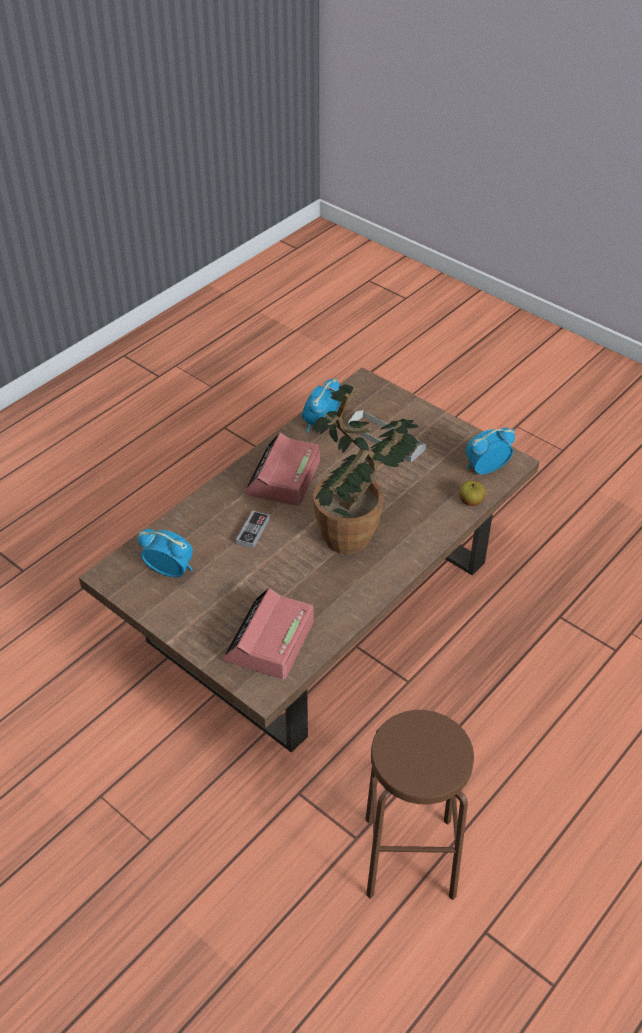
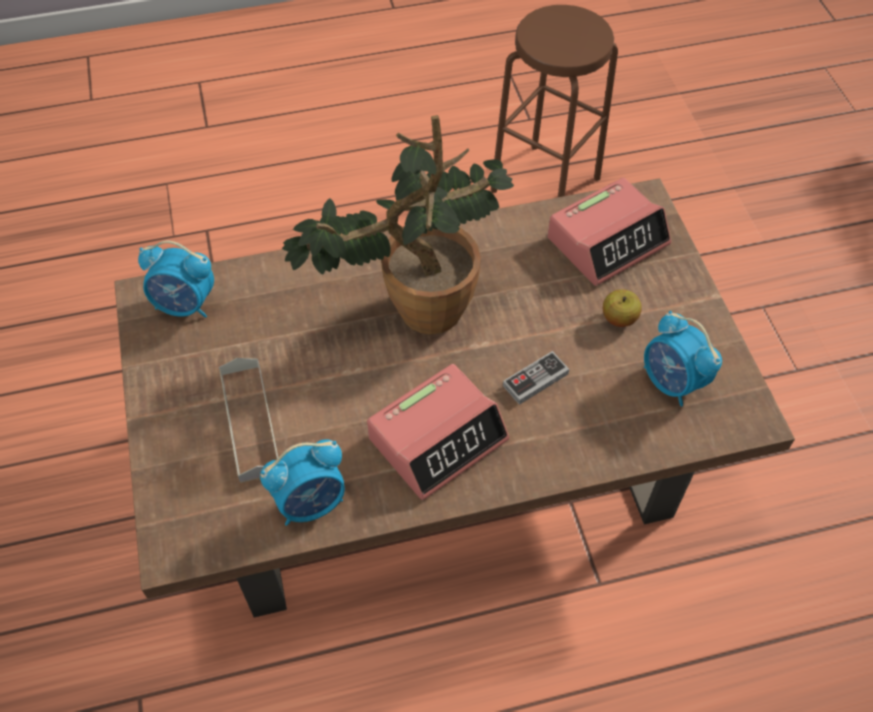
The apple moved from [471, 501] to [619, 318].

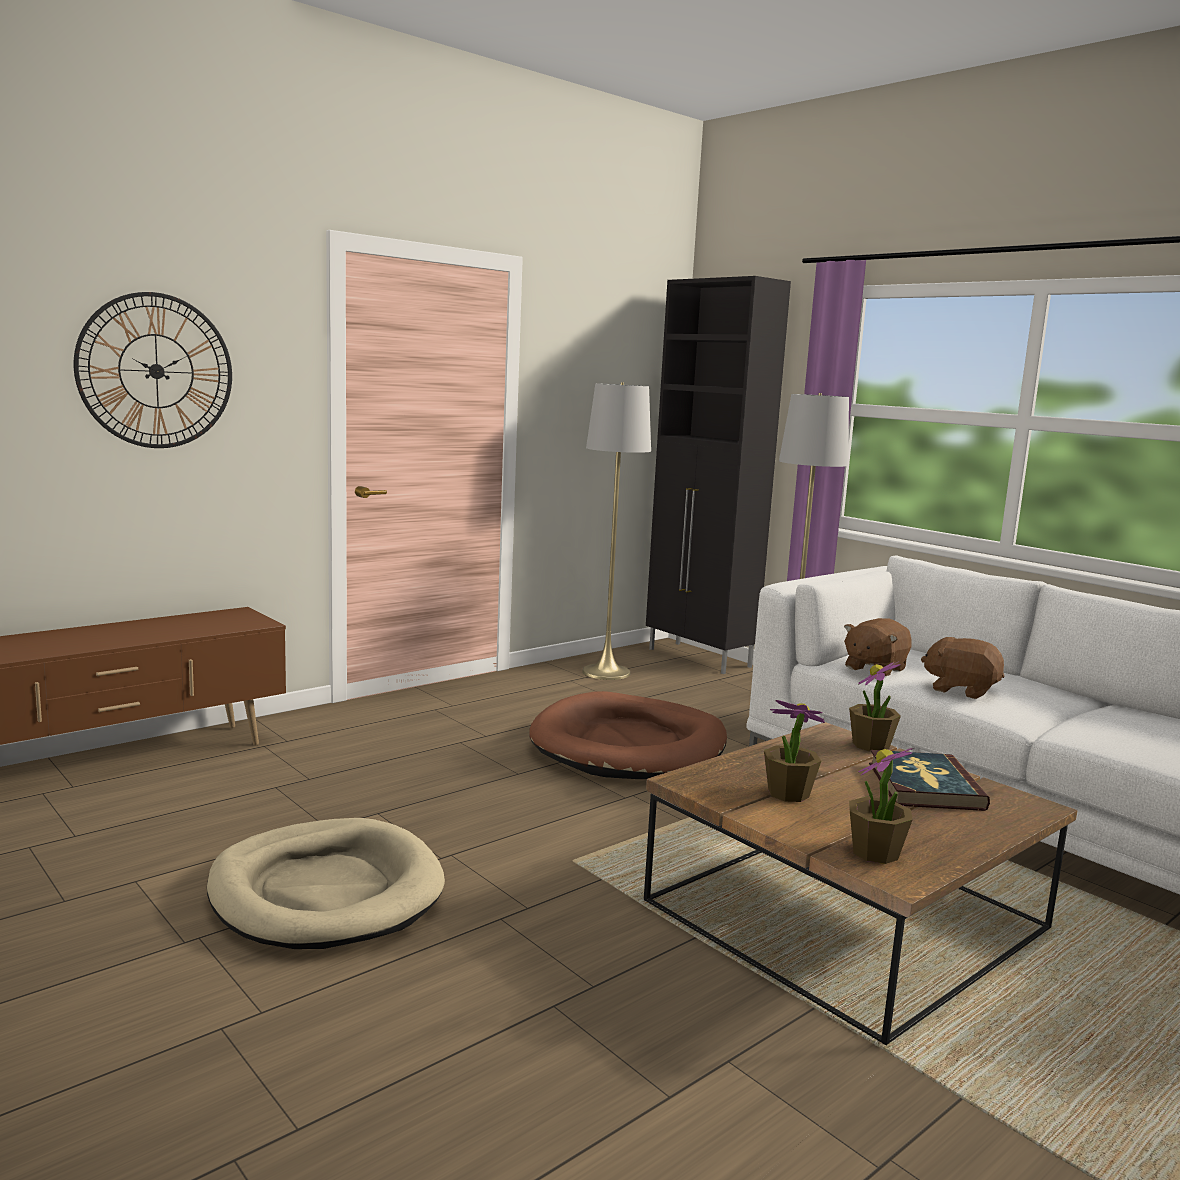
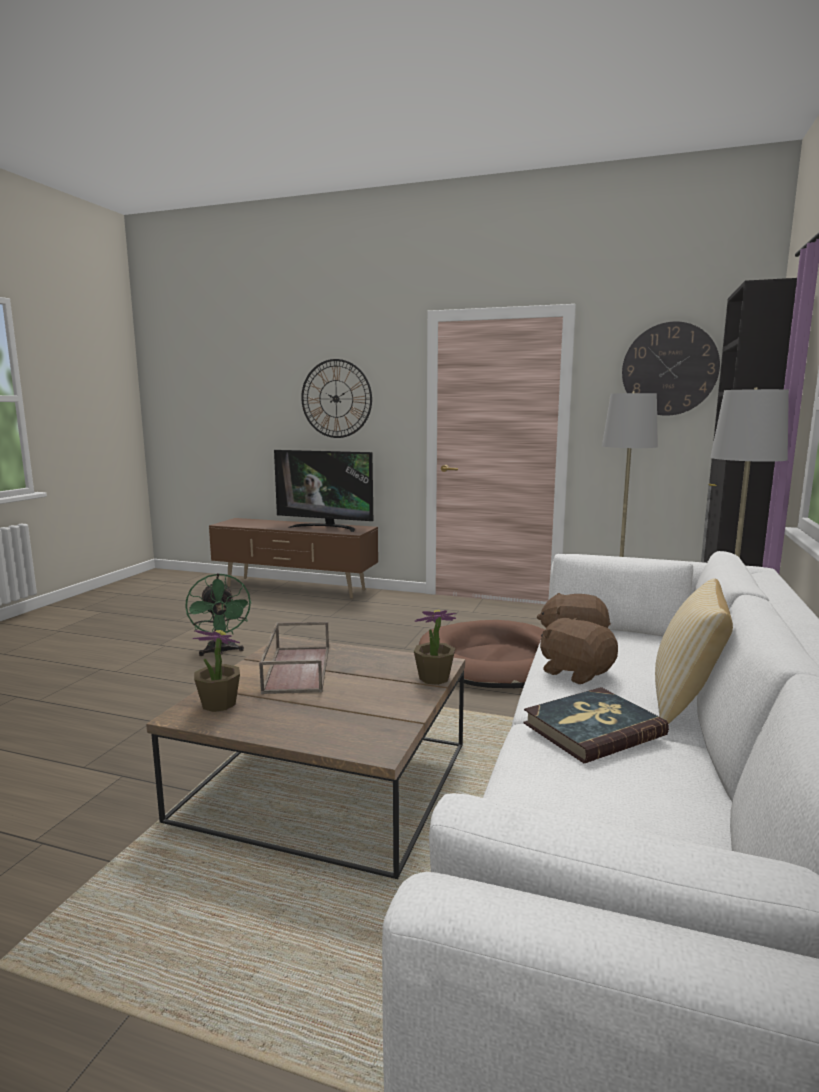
The TV set at [326, 527] appeared.
The hanging clock at [669, 369] appeared.
The pillow at [686, 703] appeared.
The volume moved from [924, 786] to [593, 729].
The sand-coloured dog bed at [326, 892] was replaced by the greenish fan at [221, 651].
The houseplant at [788, 793] was replaced by the brown serving tray at [296, 669].
The brown cuddly toy at [961, 690] turned 45 degrees counterclockwise.

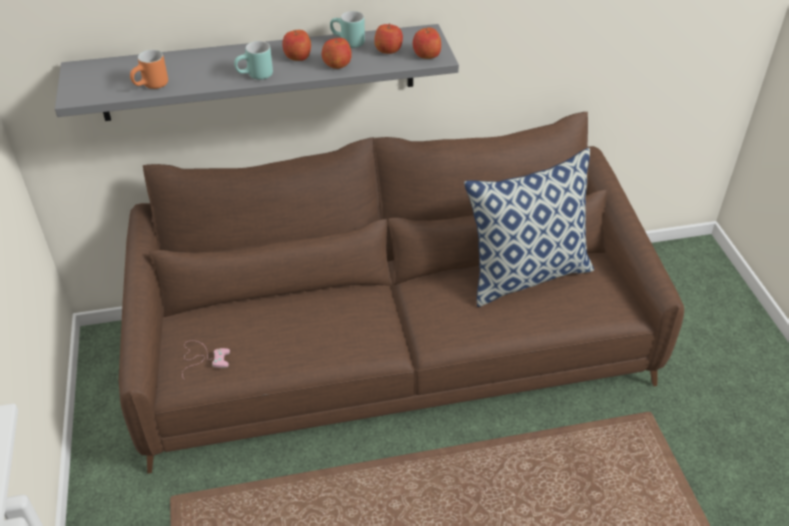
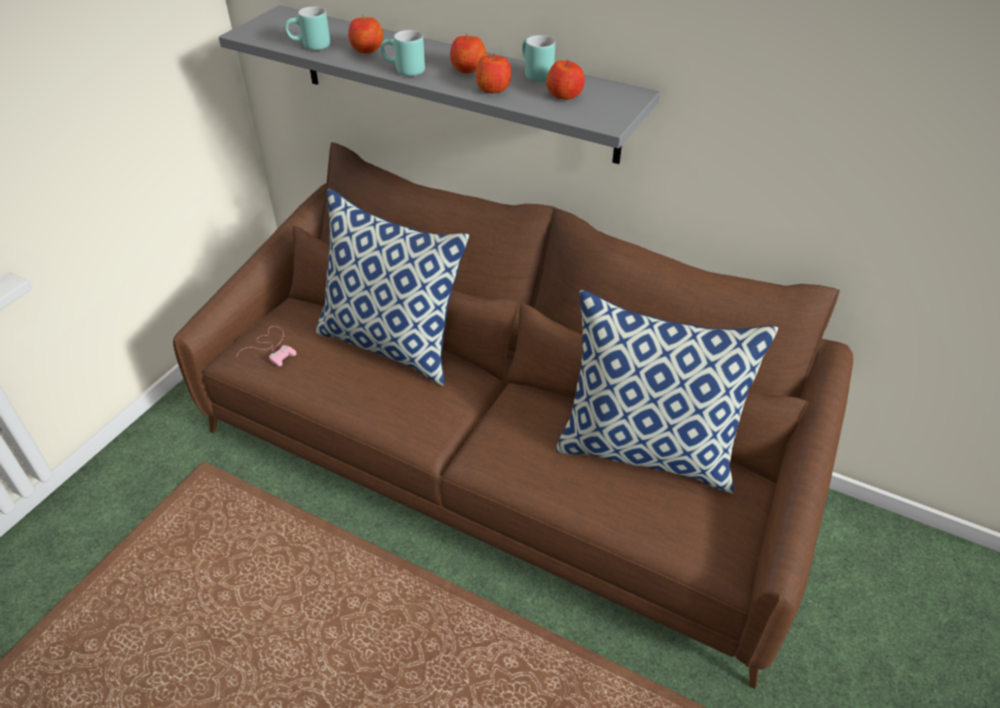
The pillow at [393, 344] appeared.
The apple moved from [426, 55] to [367, 50].
The orangey tea mug at [152, 86] became the turquoise-coloured tea mug at [310, 47].

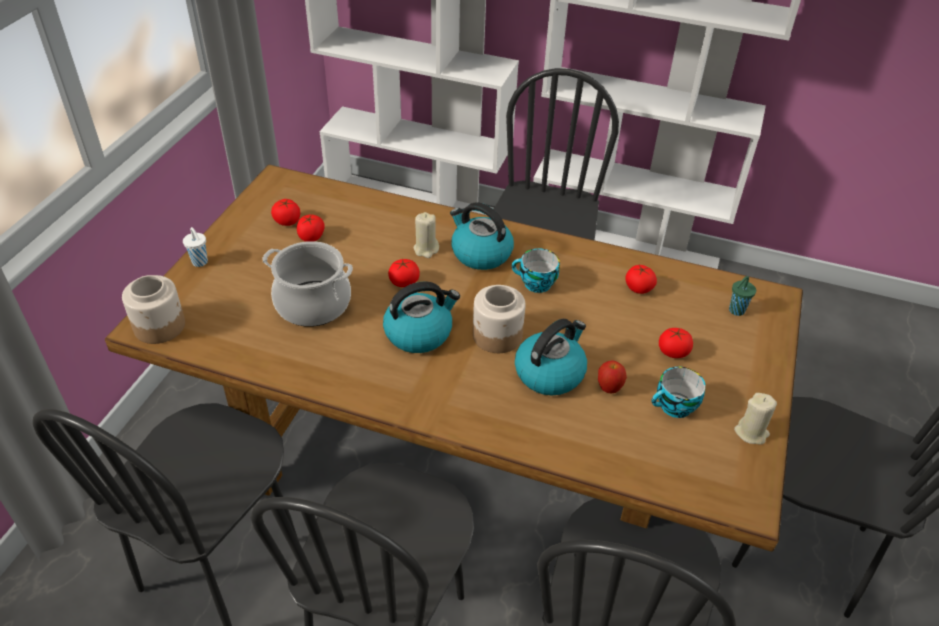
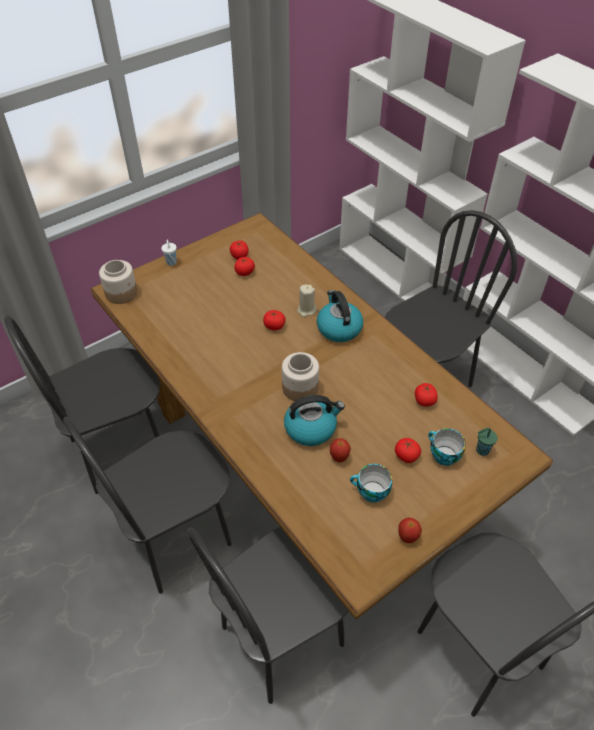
The stockpot at [313, 304] disappeared.
The water kettle at [419, 333] disappeared.
The small cup moved from [535, 284] to [442, 455].
The sand-coloured wax candle at [751, 432] was replaced by the apple at [407, 537].

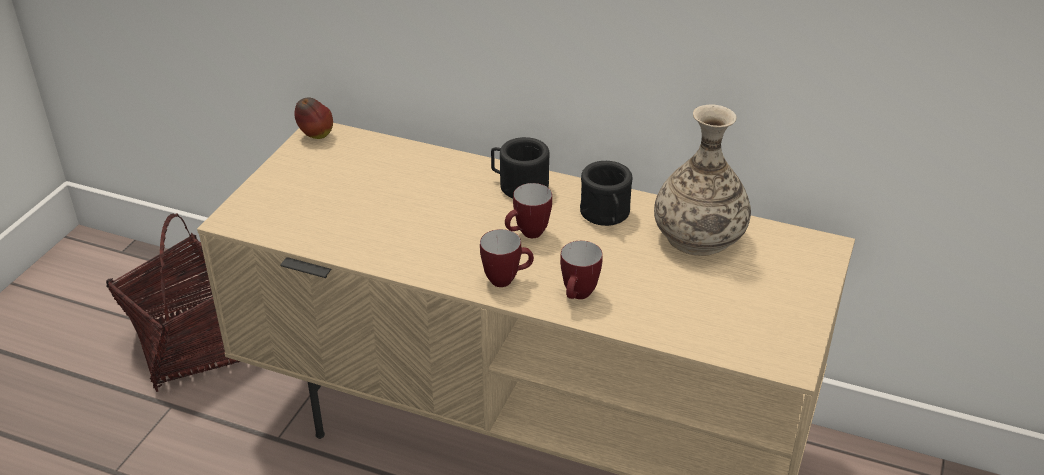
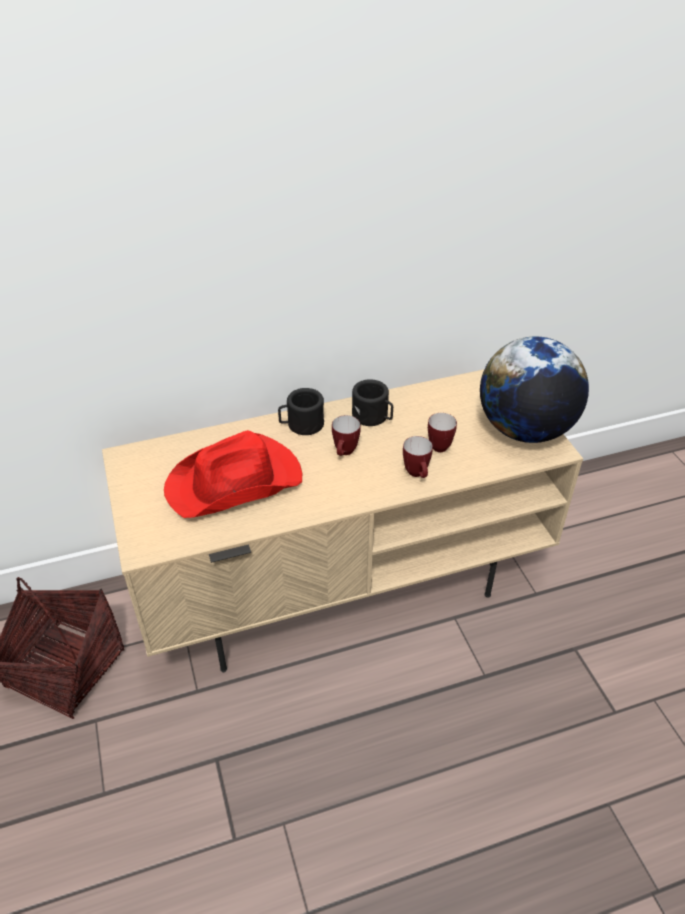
The apple at [315, 136] disappeared.
The flower vase at [699, 236] disappeared.
The red-coloured wearable hat at [236, 482] appeared.
The desk globe at [524, 430] appeared.
The tea mug moved from [507, 279] to [441, 445].

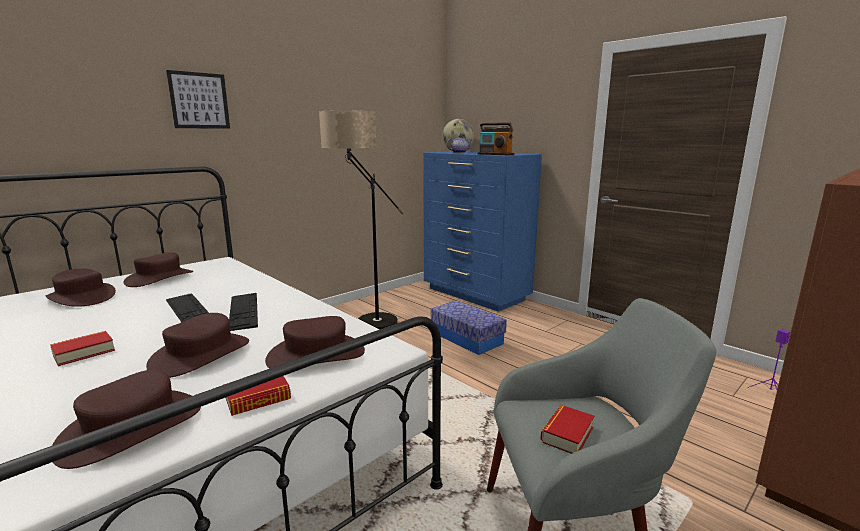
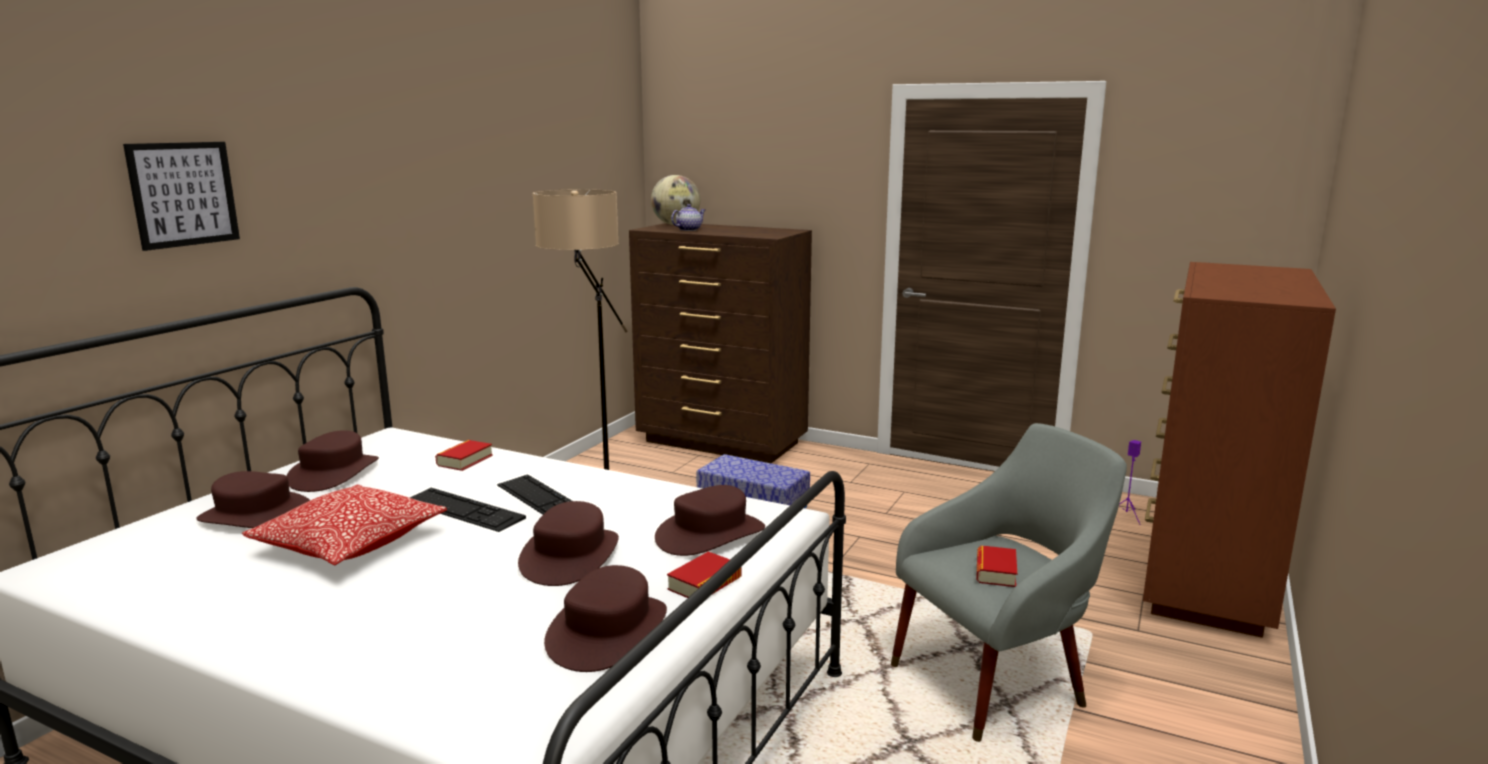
The radio receiver at [495, 154] disappeared.
The pillow at [350, 544] appeared.
The volume moved from [84, 352] to [465, 460].
The wall art moved from [199, 100] to [183, 194].
The blue-coloured chest of drawers at [475, 294] became the brown chest of drawers at [722, 443].

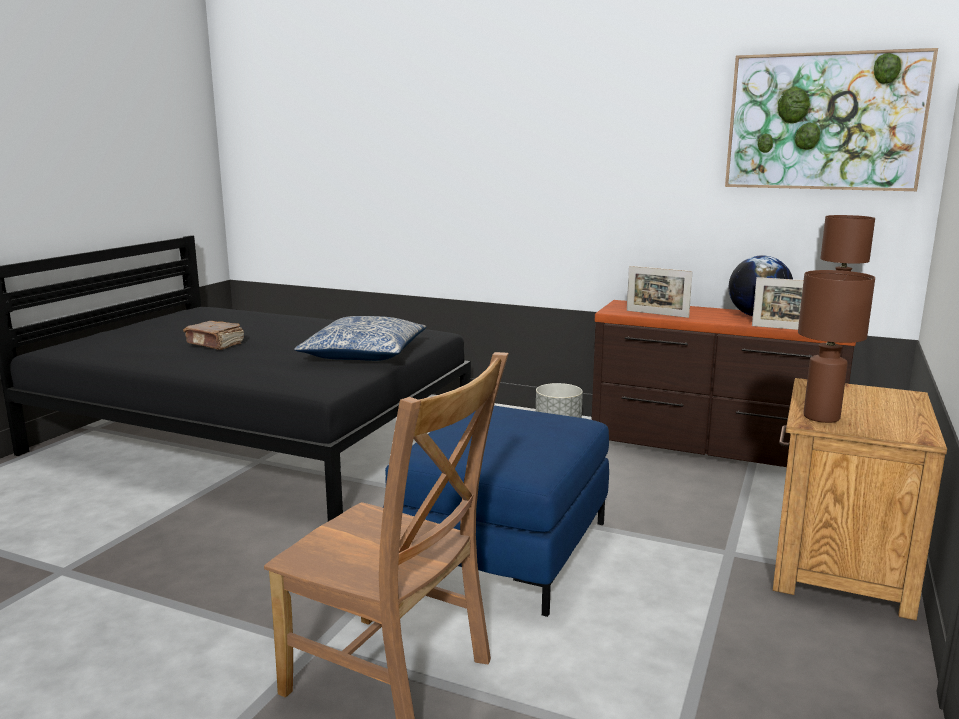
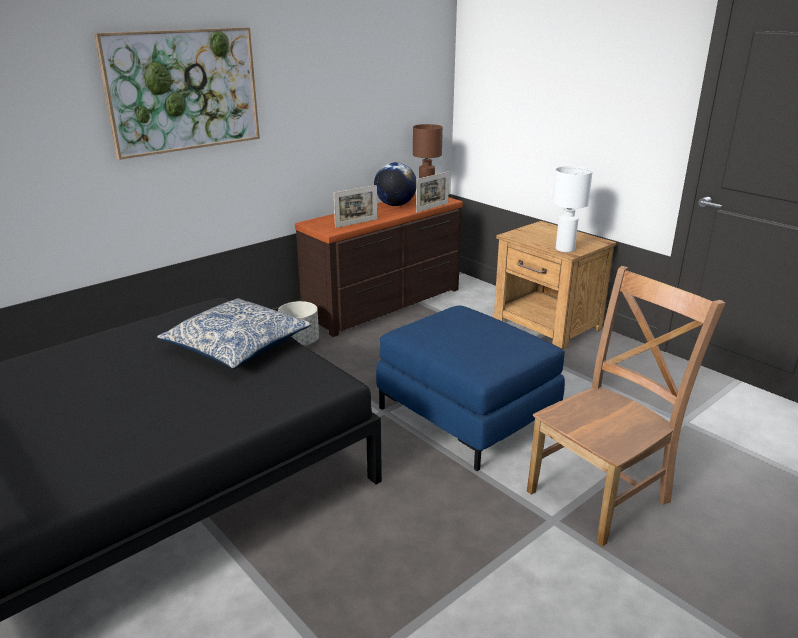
The brown volume at [215, 344] disappeared.
The wall art moved from [824, 122] to [183, 90].
The brown tabletop lamp at [820, 417] became the white tabletop lamp at [565, 249].

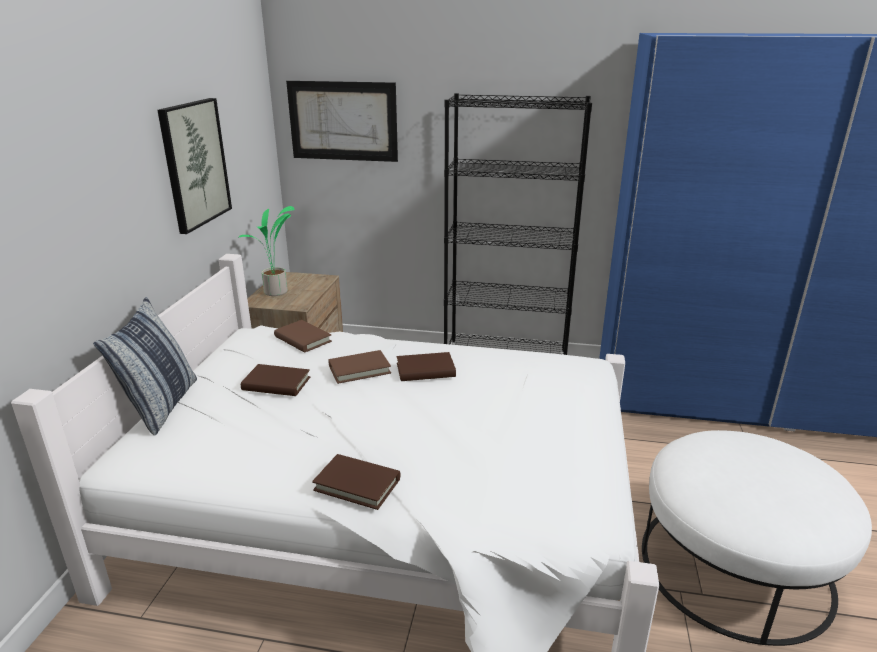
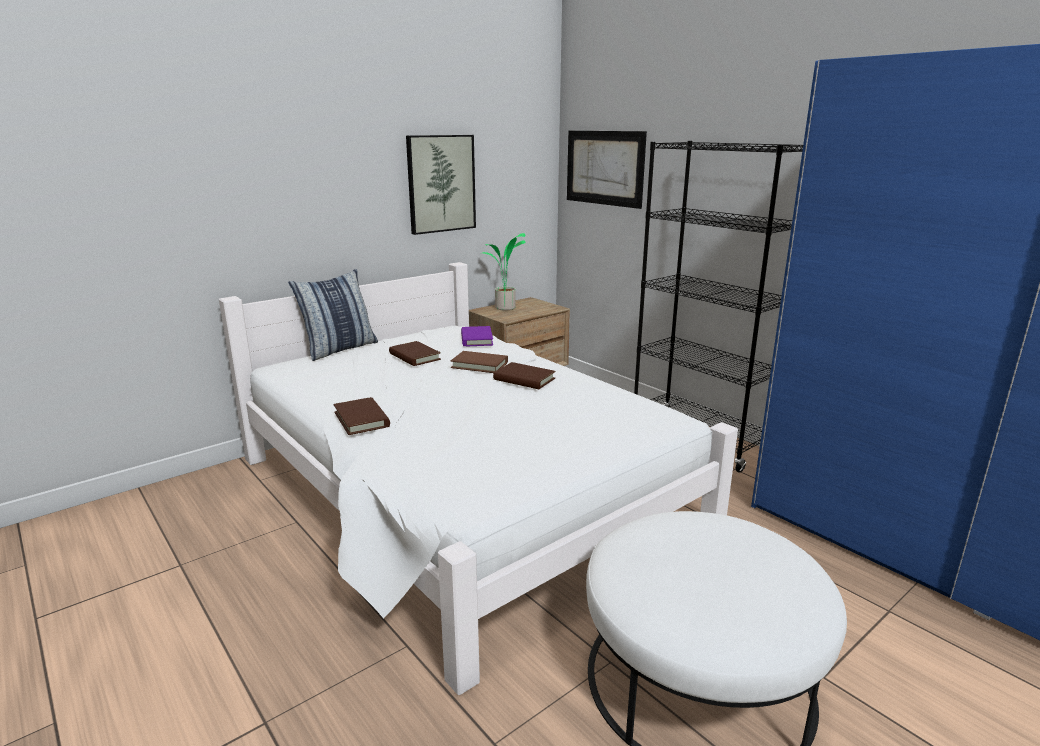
The brown volume at [303, 339] became the purple-coloured volume at [476, 339].

